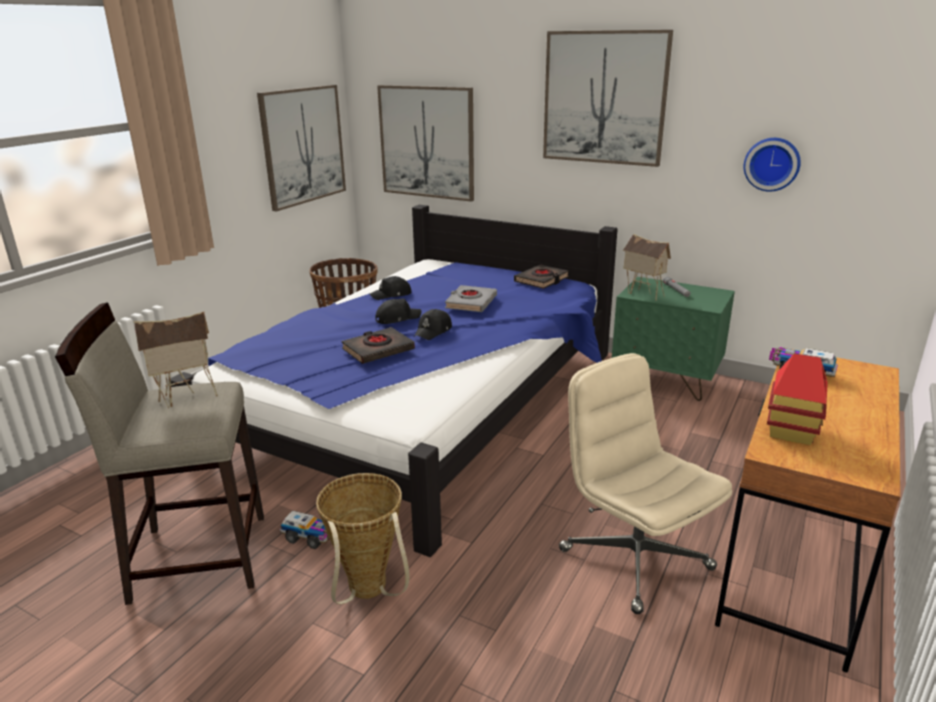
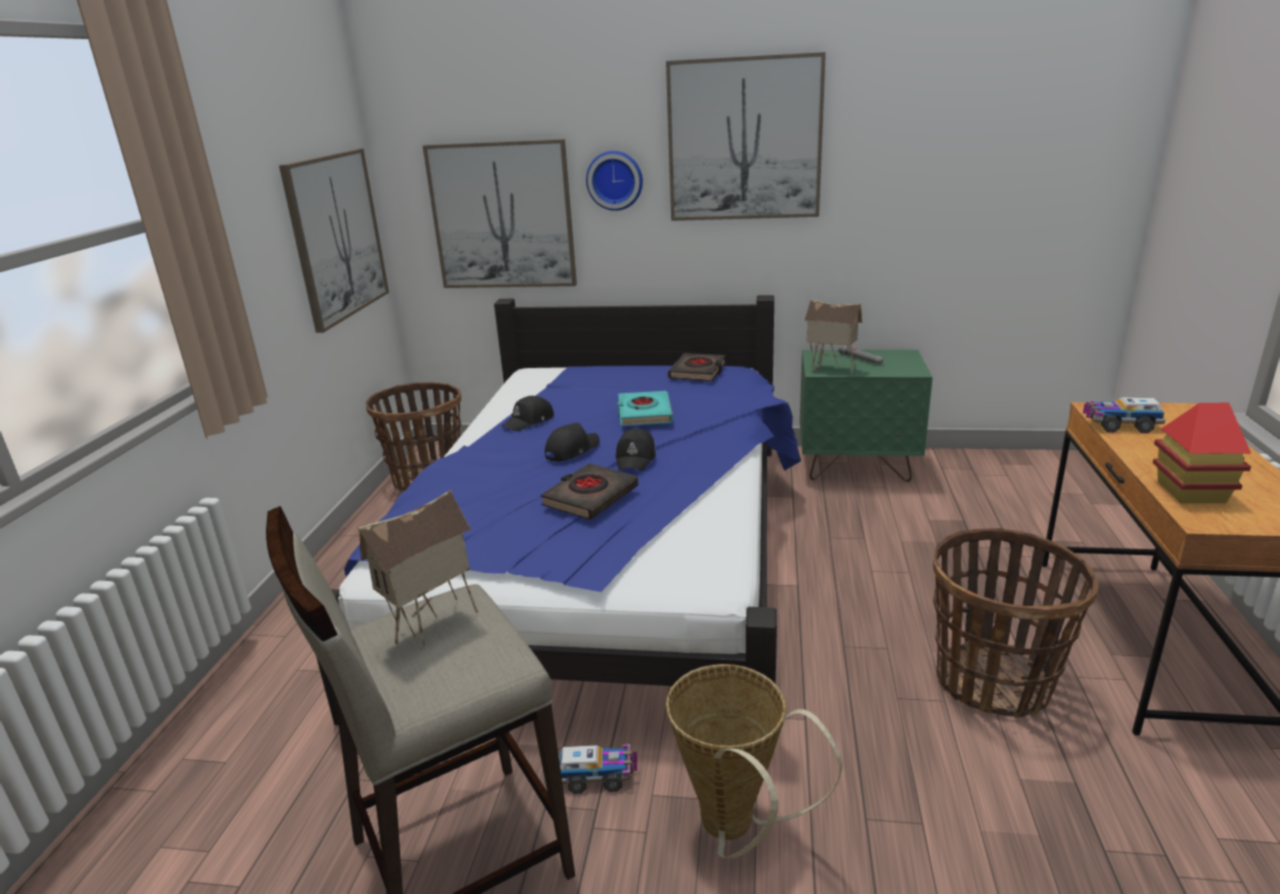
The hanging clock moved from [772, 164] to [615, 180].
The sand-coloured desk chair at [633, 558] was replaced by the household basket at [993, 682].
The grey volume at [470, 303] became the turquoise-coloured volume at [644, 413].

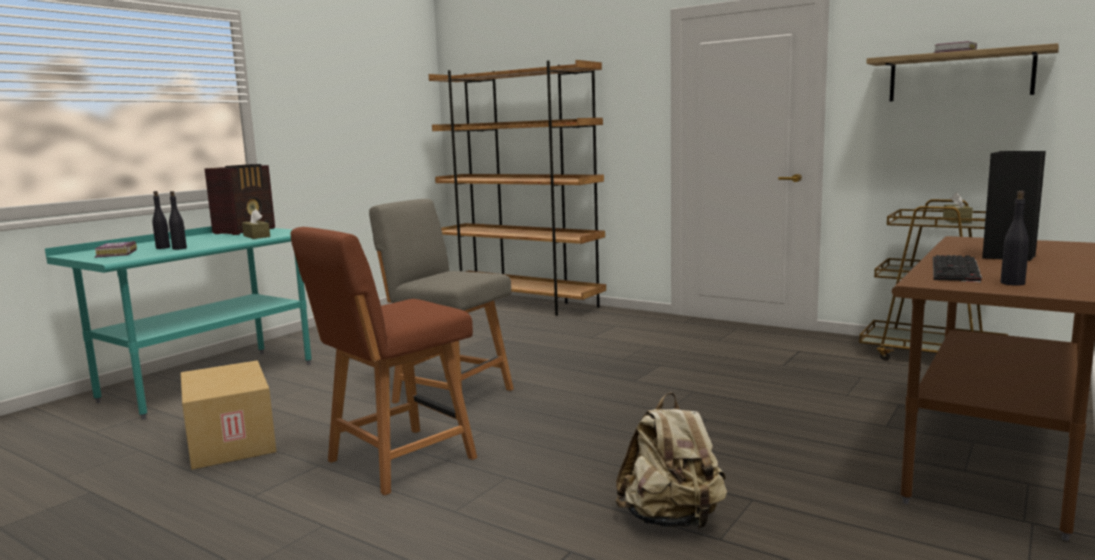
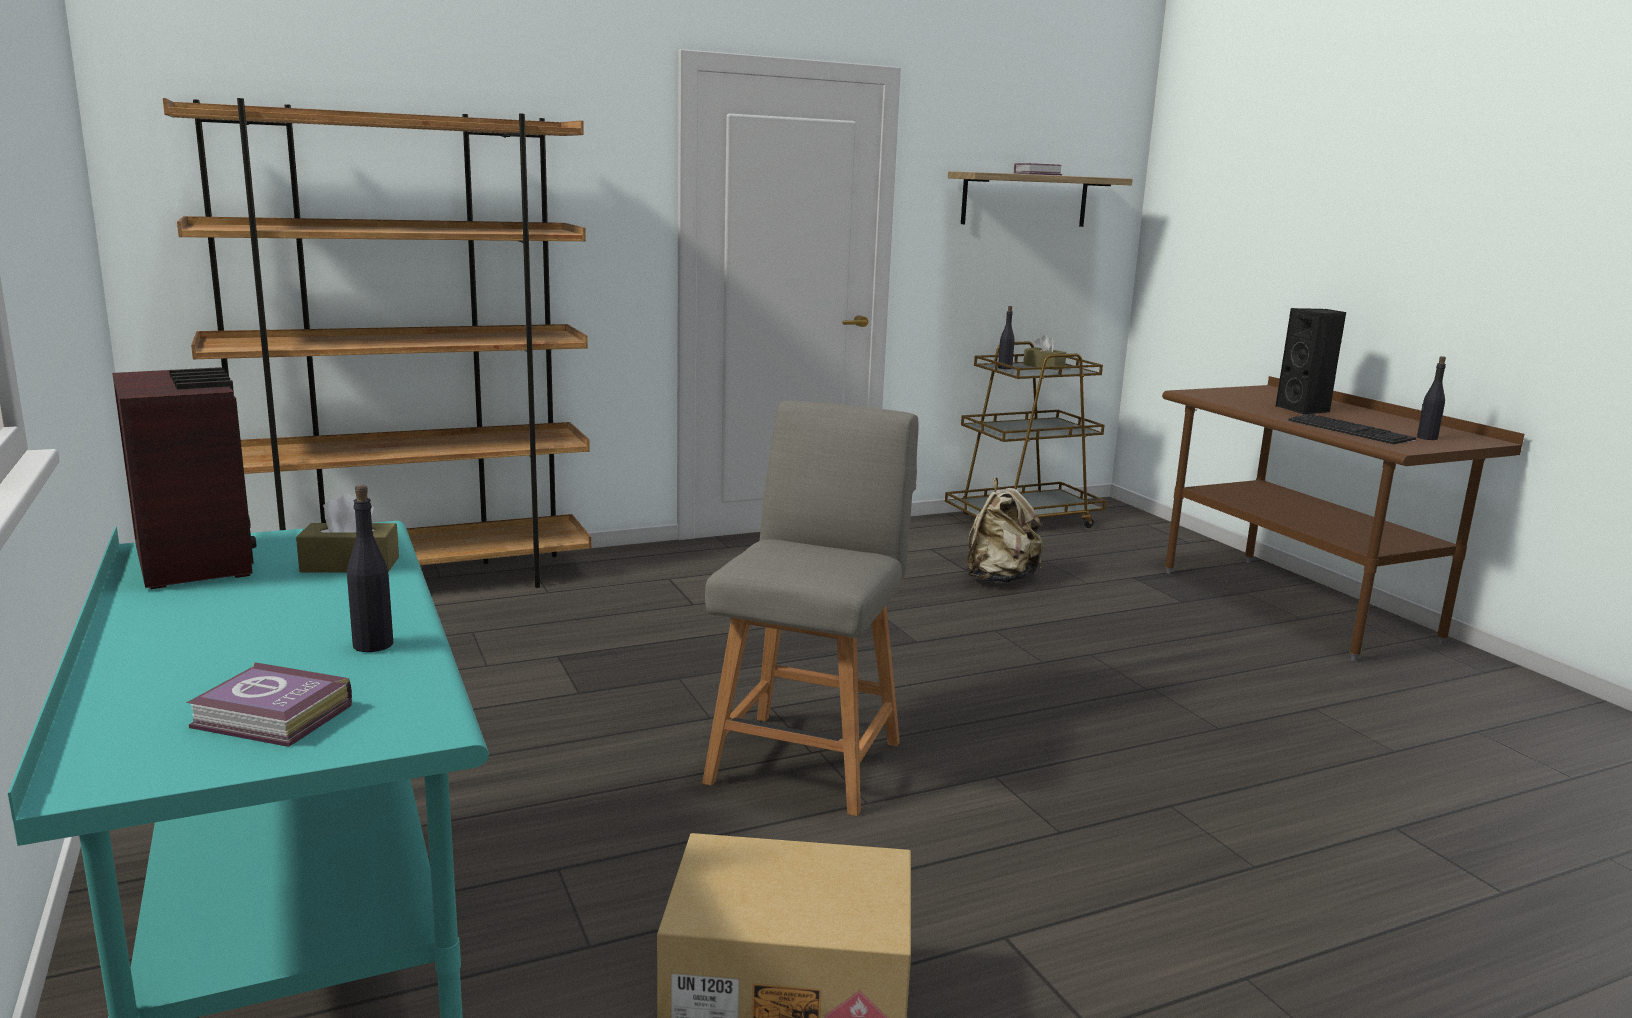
The brown upright chair at [397, 461] disappeared.
The black-coloured beverage bottle moved from [163, 247] to [1004, 368].
The sand-coloured backpack moved from [671, 520] to [999, 580].
The grey upright chair at [449, 395] turned 135 degrees clockwise.

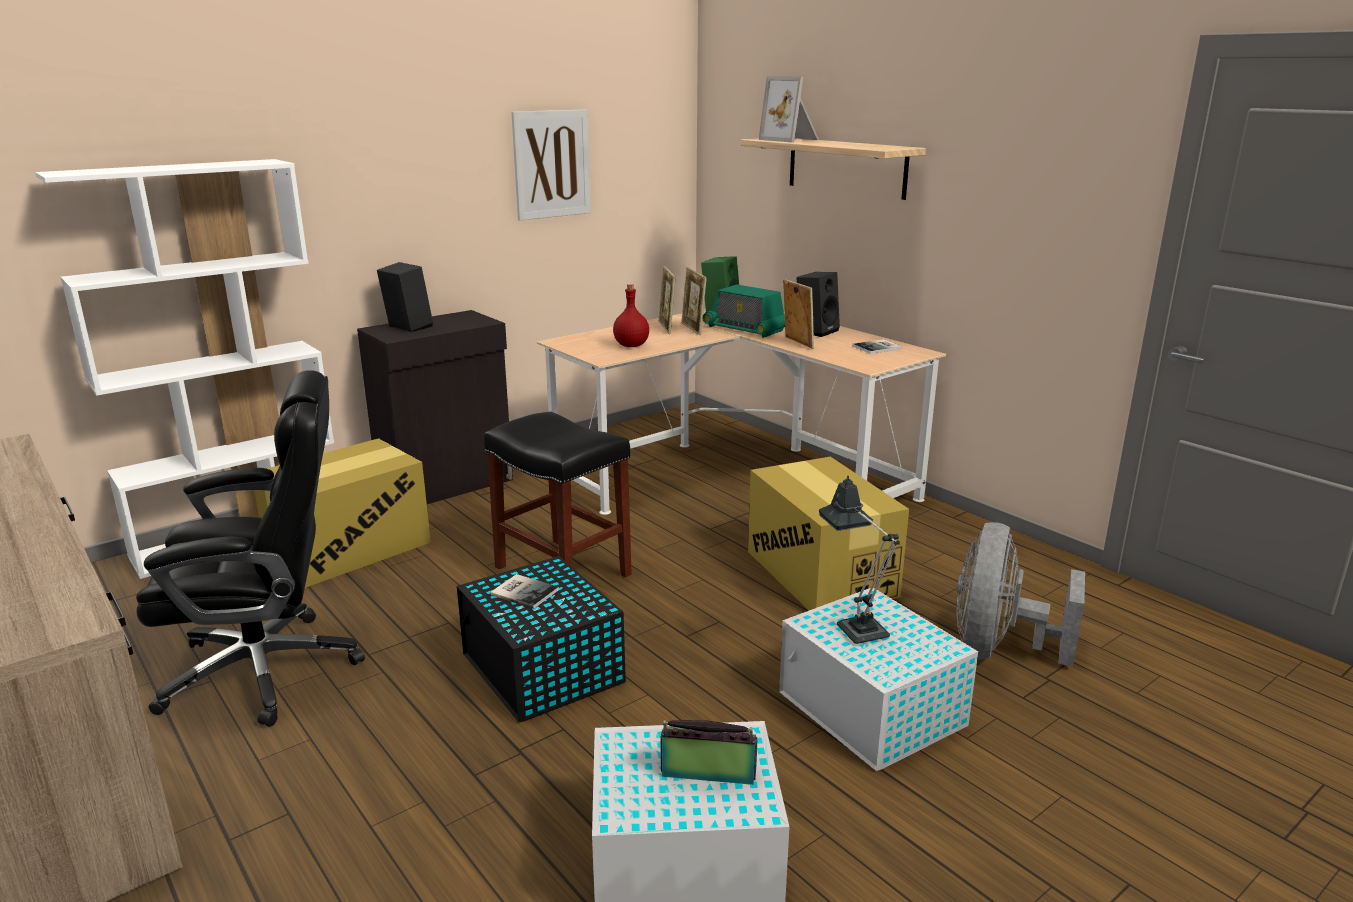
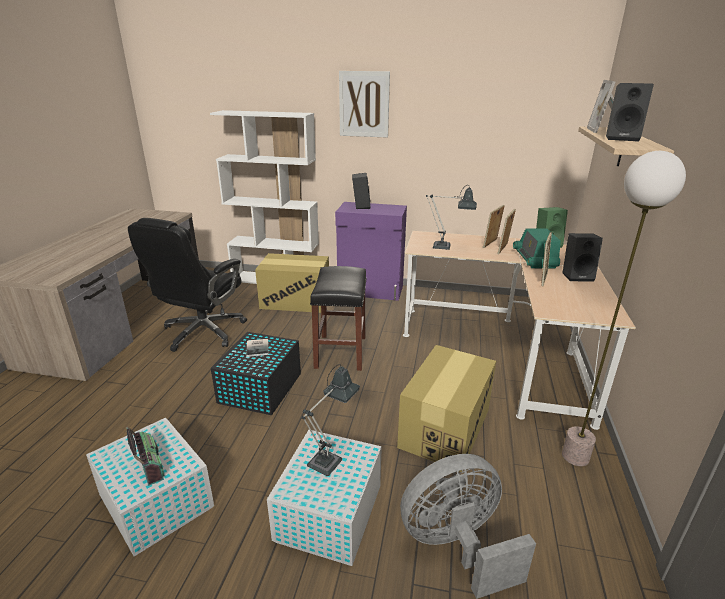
The volume at [879, 348] disappeared.
The standard lamp at [576, 456] appeared.
The black-coloured audio speaker at [622, 138] appeared.
The wall art moved from [551, 164] to [364, 104].
The red-coloured beverage bottle at [630, 345] was replaced by the tabletop lamp at [446, 247].
The black-coloured cupboard at [448, 485] became the purple-coloured cupboard at [371, 291].
The black-coloured desk chair at [267, 669] turned 75 degrees clockwise.

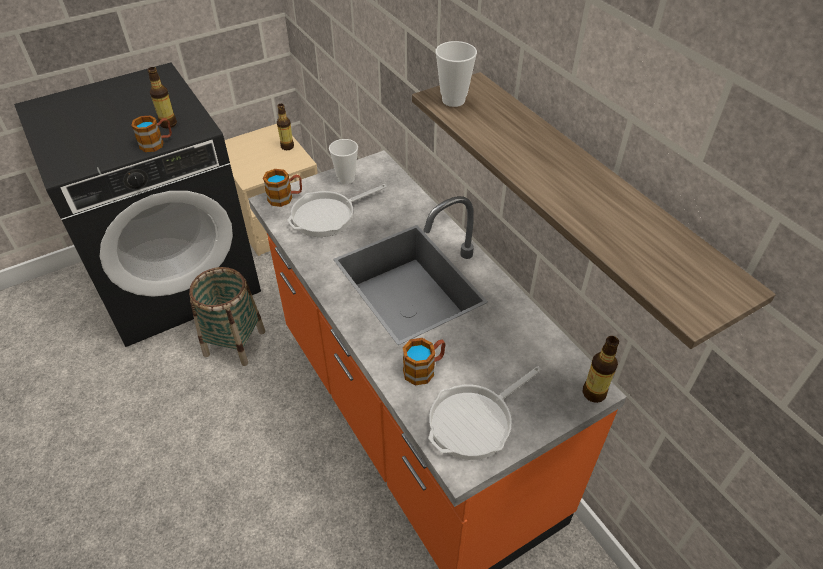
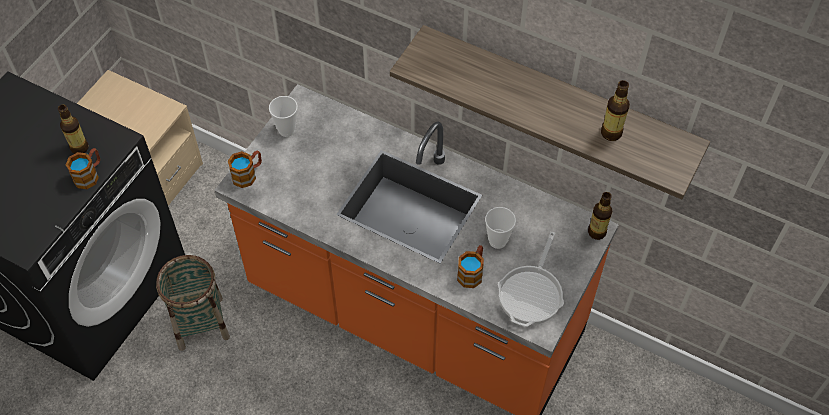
The pan at [328, 216] disappeared.
The beverage bottle moved from [287, 146] to [611, 133].
The small cup moved from [453, 100] to [497, 241].

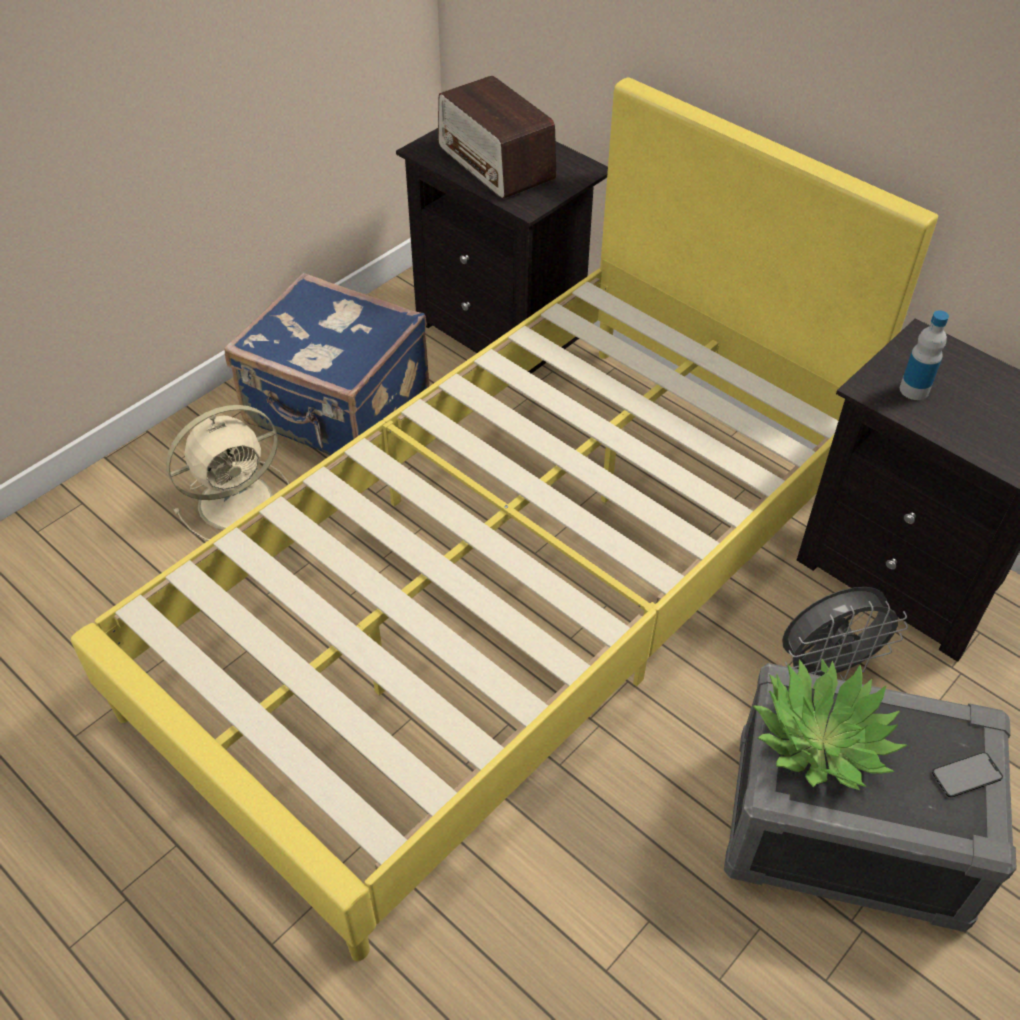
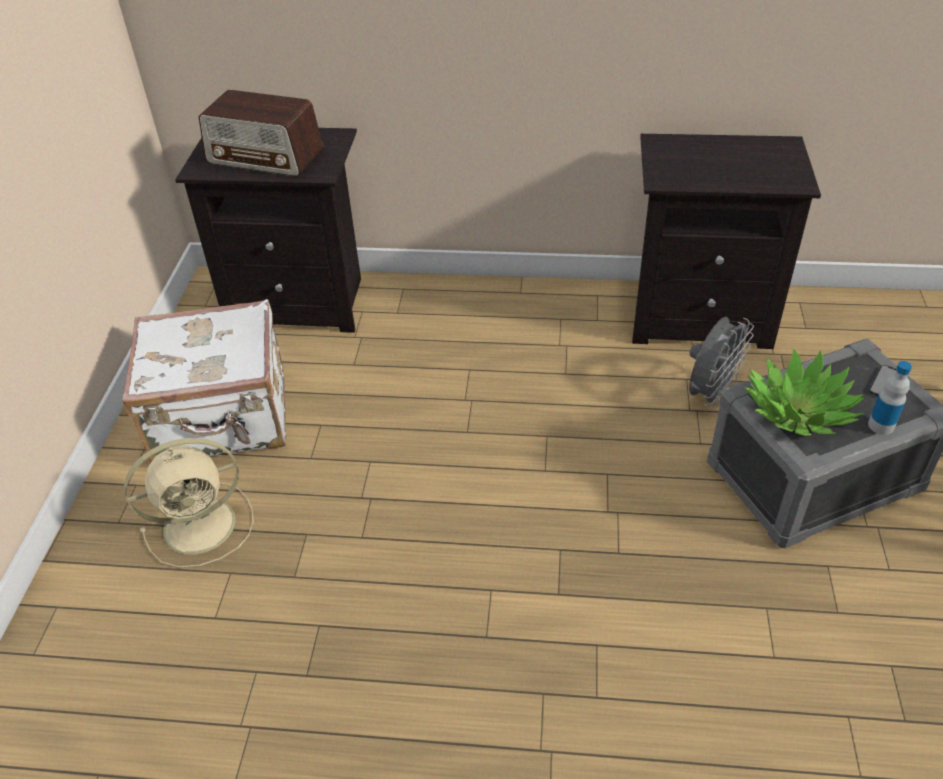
The yellowish bedroom bed at [510, 591] disappeared.
The beverage bottle moved from [914, 390] to [881, 425].
The blue-coloured travel case at [337, 411] became the white travel case at [223, 419].
The sand-coloured fan at [239, 500] turned 45 degrees clockwise.

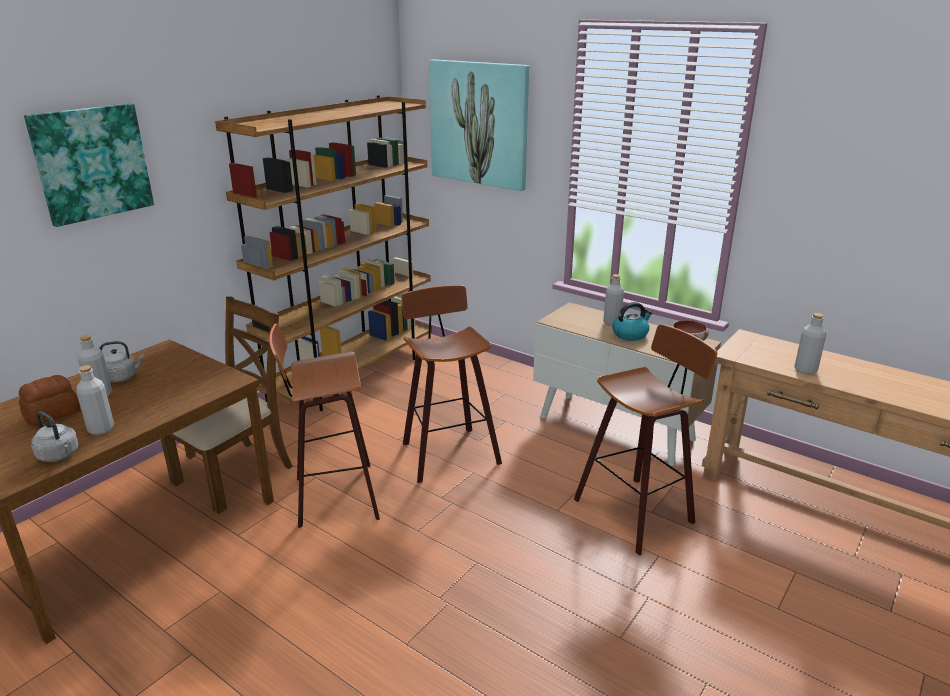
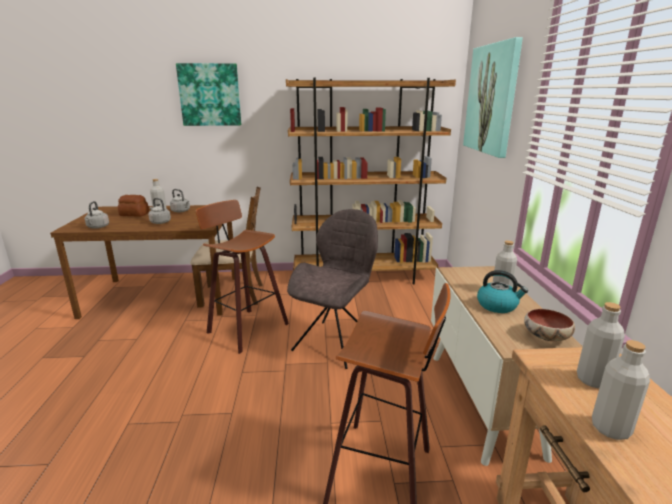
The grey water kettle at [159, 222] appeared.
The grey beverage bottle moved from [101, 429] to [592, 380].
The stool seat at [447, 452] was replaced by the grey upright chair at [335, 342].

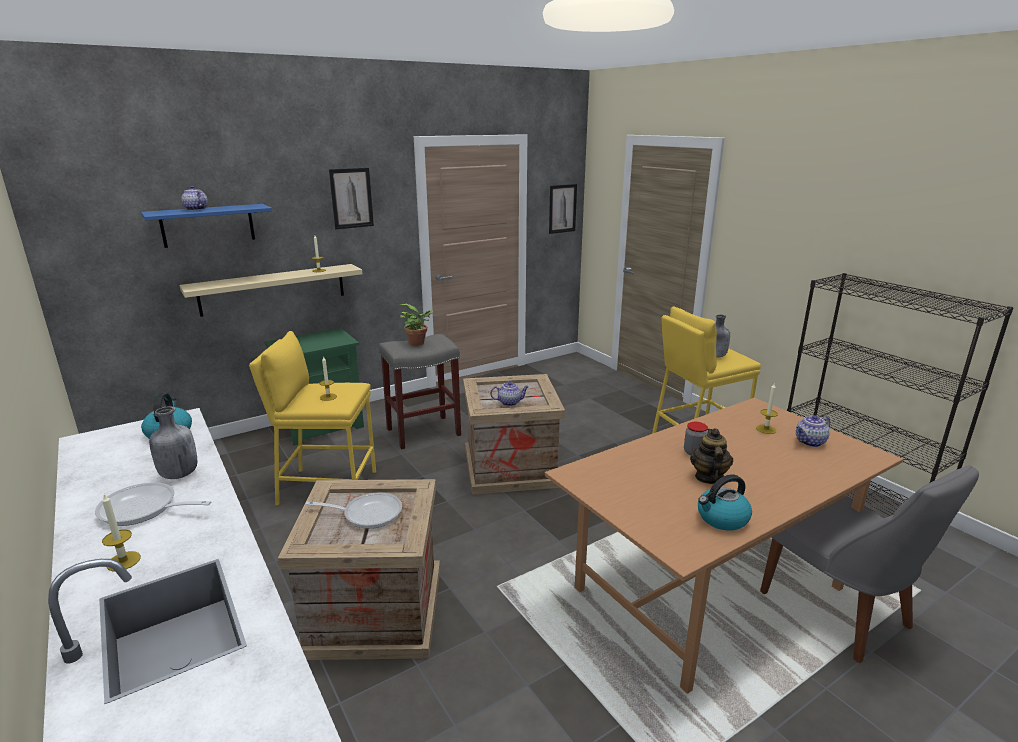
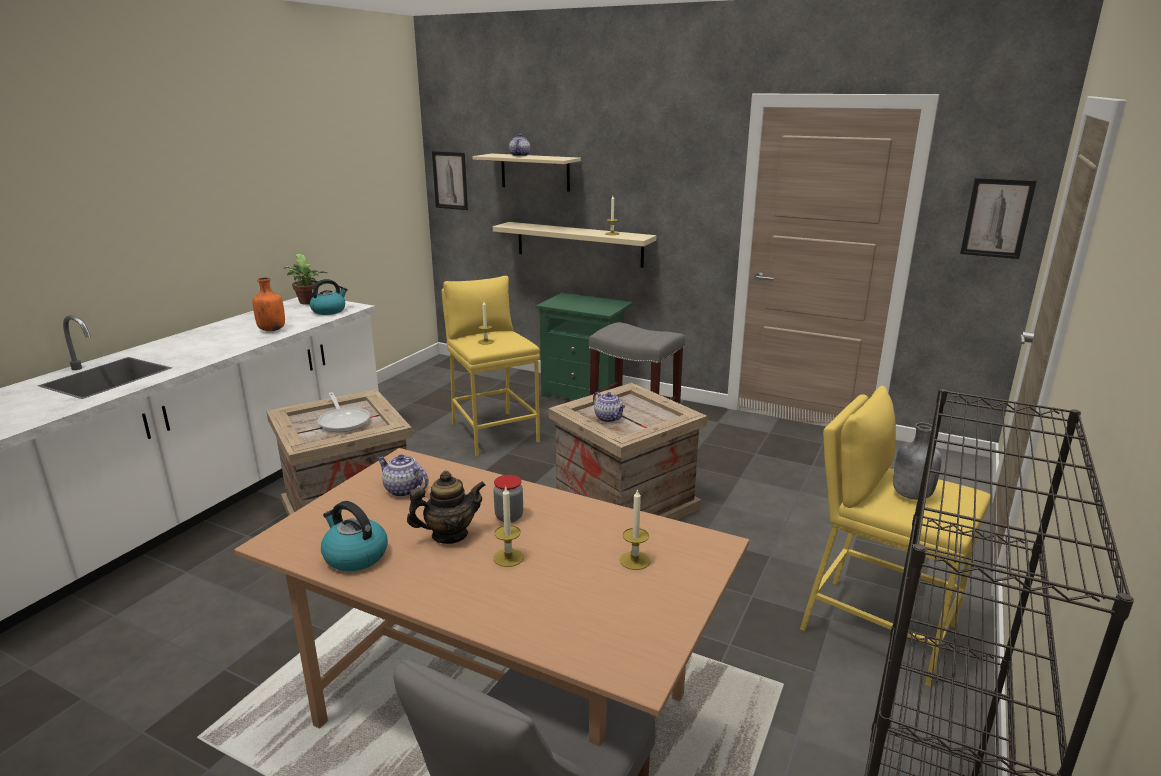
The pan at [144, 510] disappeared.
The wax candle moved from [123, 561] to [508, 557].
The wall art moved from [351, 198] to [450, 180].
The houseplant moved from [418, 343] to [308, 302].
The pot for tea moved from [810, 442] to [403, 490].
The blue-coloured bracket shelf at [208, 225] became the sand-coloured bracket shelf at [535, 172].
The grey beverage bottle at [178, 474] became the orangey beverage bottle at [272, 330].

